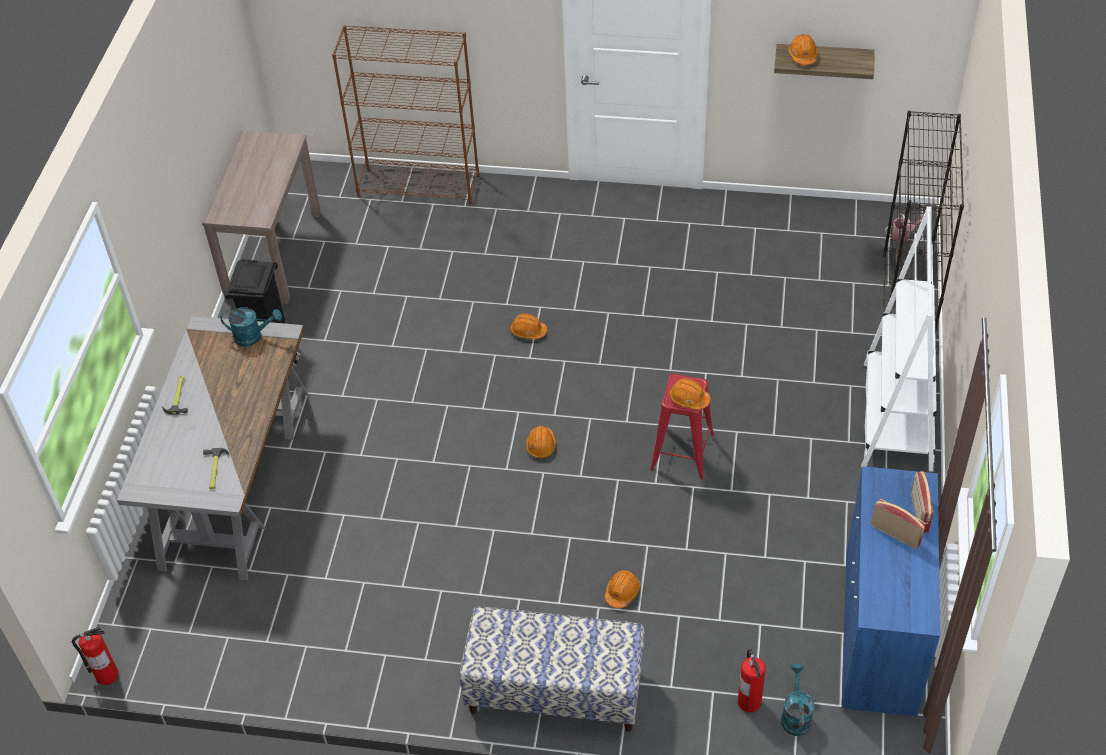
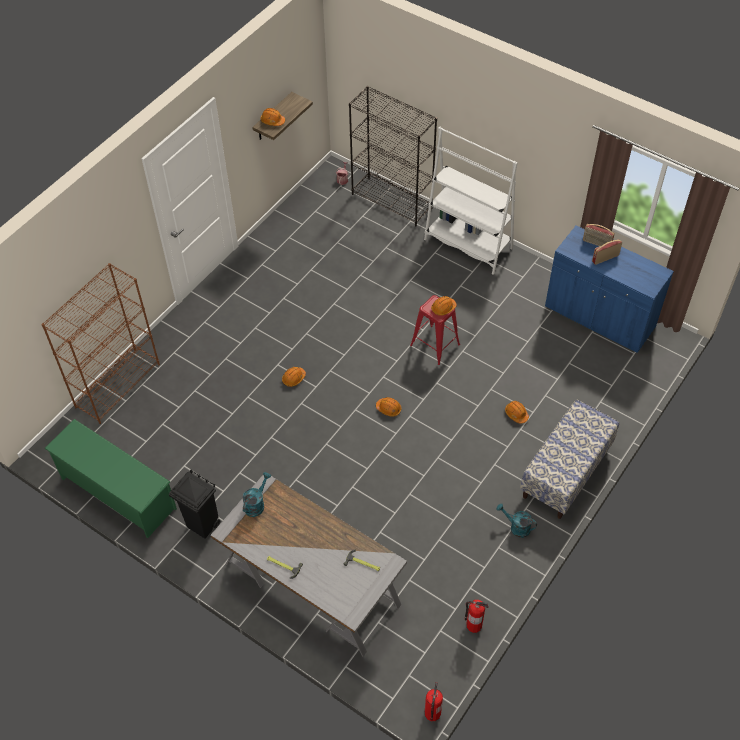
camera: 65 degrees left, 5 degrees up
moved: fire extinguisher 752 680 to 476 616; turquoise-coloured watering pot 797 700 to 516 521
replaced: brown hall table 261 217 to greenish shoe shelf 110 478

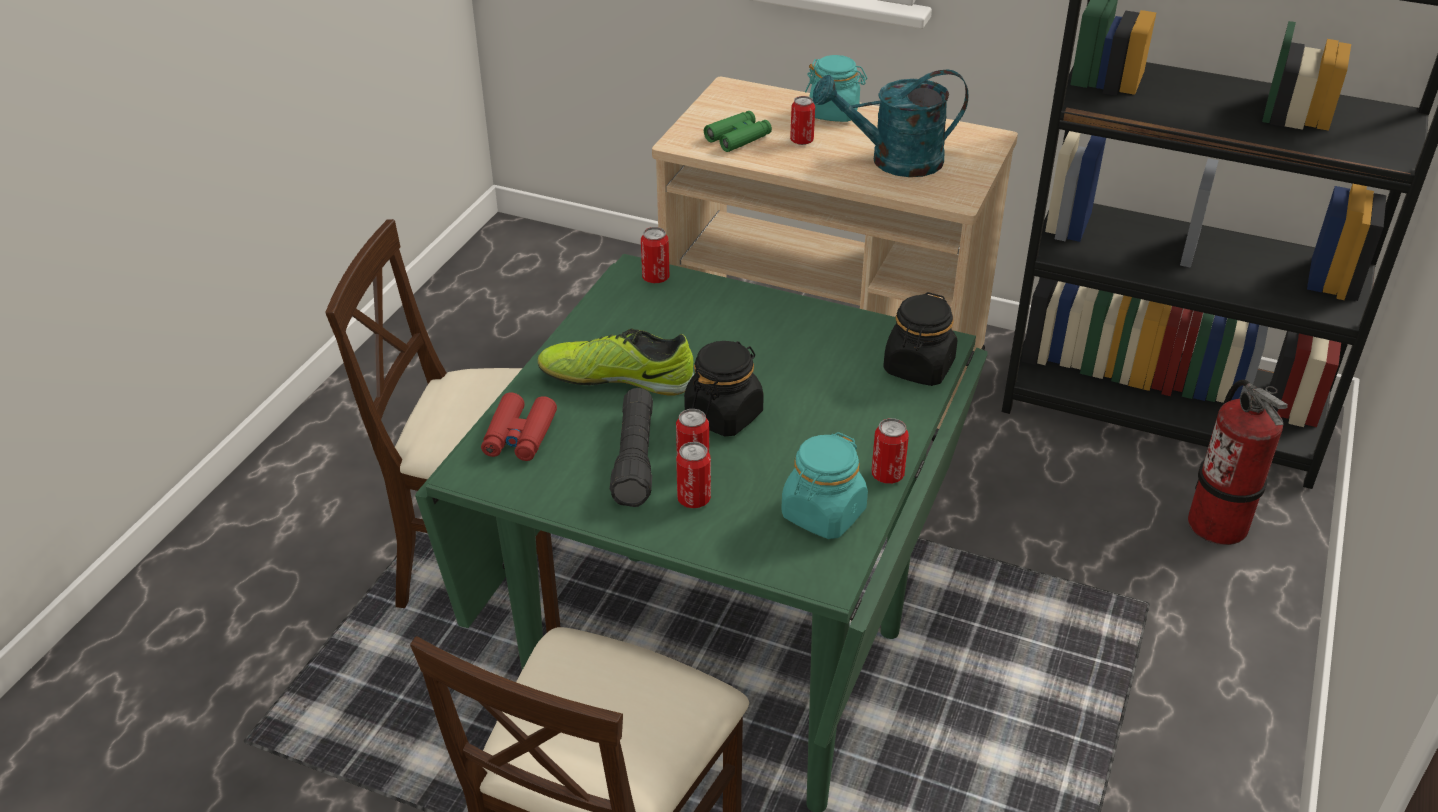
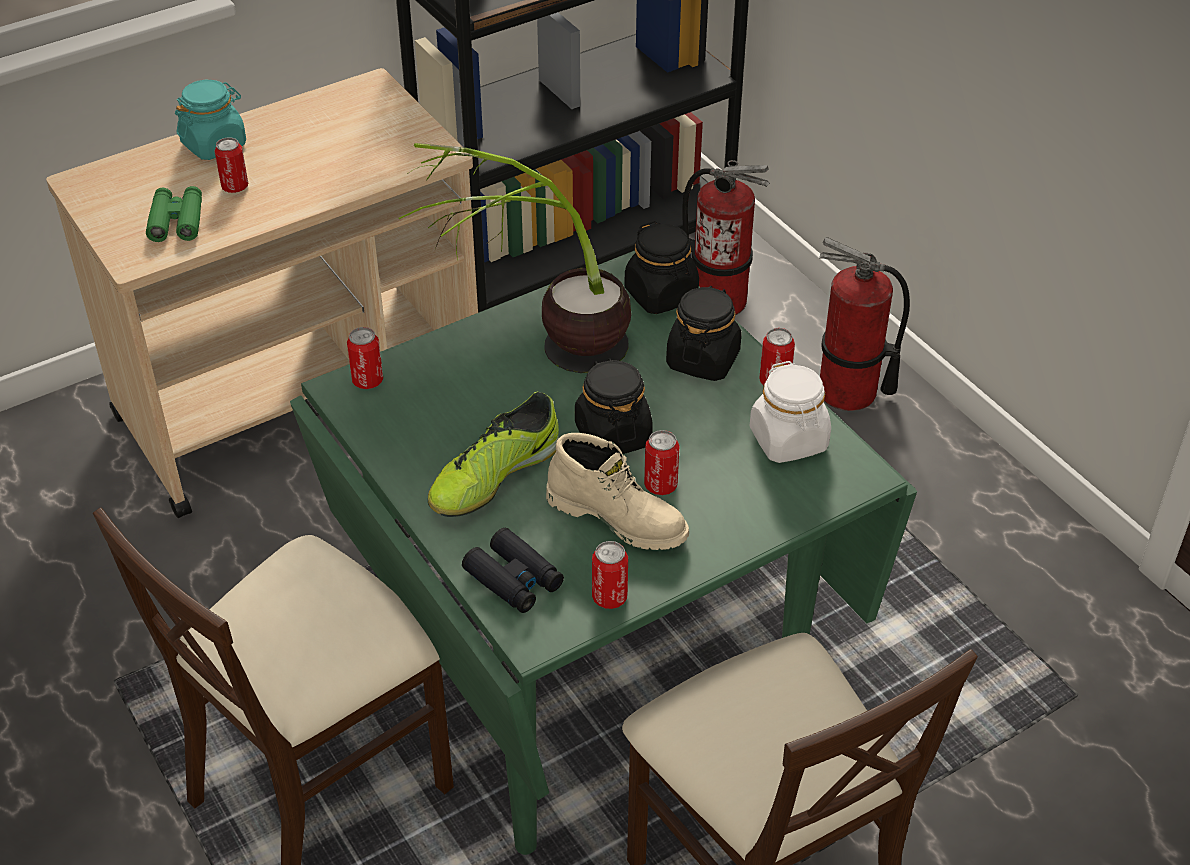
camera: 55 degrees left, 5 degrees up
removed: turquoise-coloured watering pot 891 123
added: potted plant 515 258; fire extinguisher 864 324; black jar 703 333
moved: can 693 475 to 610 575
replaced: black hand torch 631 447 to sand-coloured tall boot 617 491
recoloured: red-coloured pair of binoculars 519 427 to black pair of binoculars 513 570; turquoise-coloured jar 824 485 to white jar 790 412

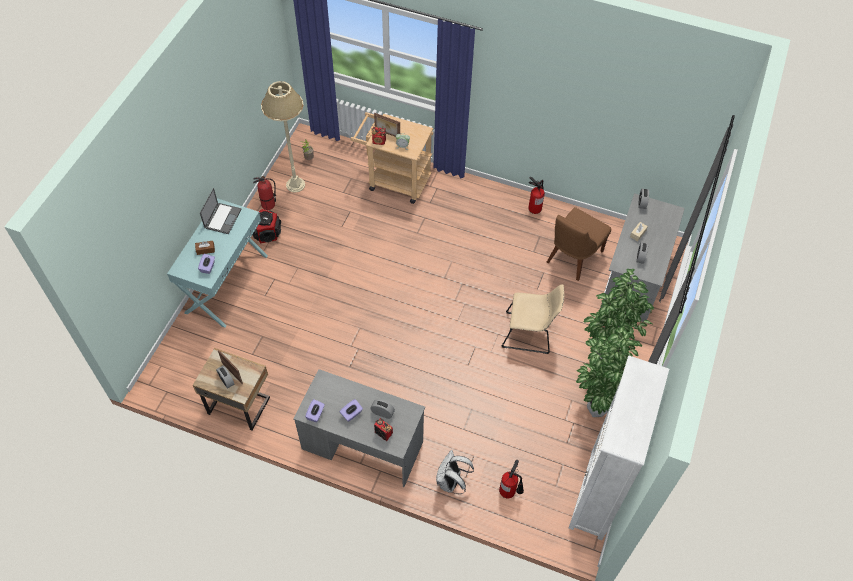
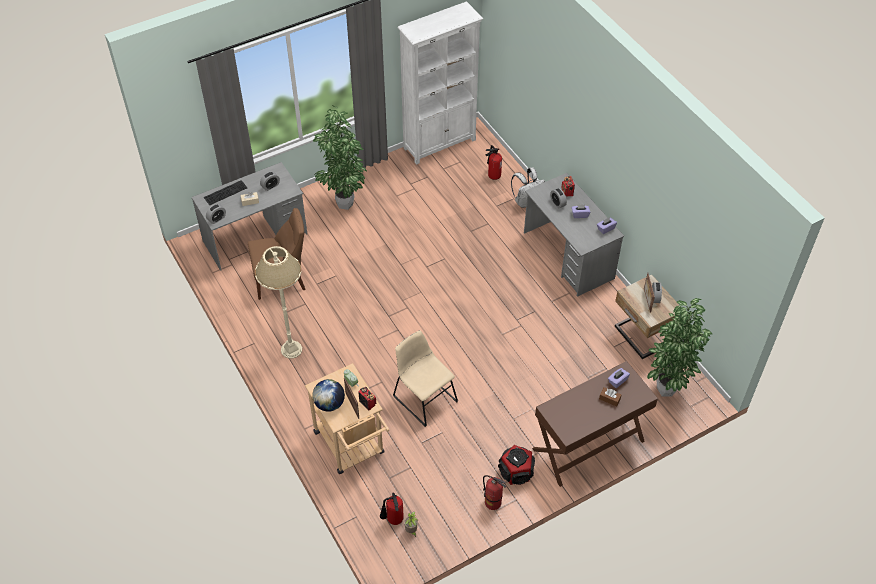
camera: 140 degrees left, 5 degrees down
removed: notebook computer 220 211
added: keyboard 225 192; world globe 328 395
moved: sand-coloured standard lamp 283 137 to 278 302; fire extinguisher 536 195 to 392 508; sand-coloured upright chair 532 319 to 425 378; potted plant 607 371 to 679 347
recoloured: turquoise-coloured hall table 217 263 to brown hall table 595 424

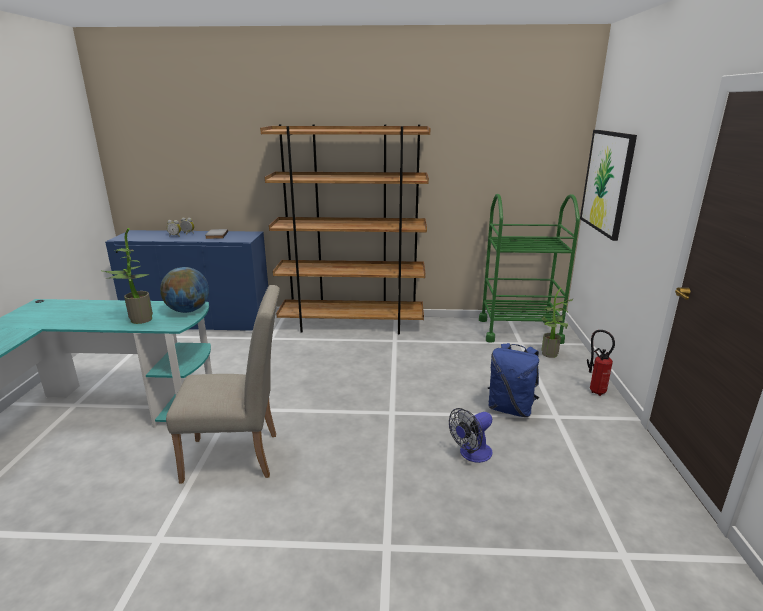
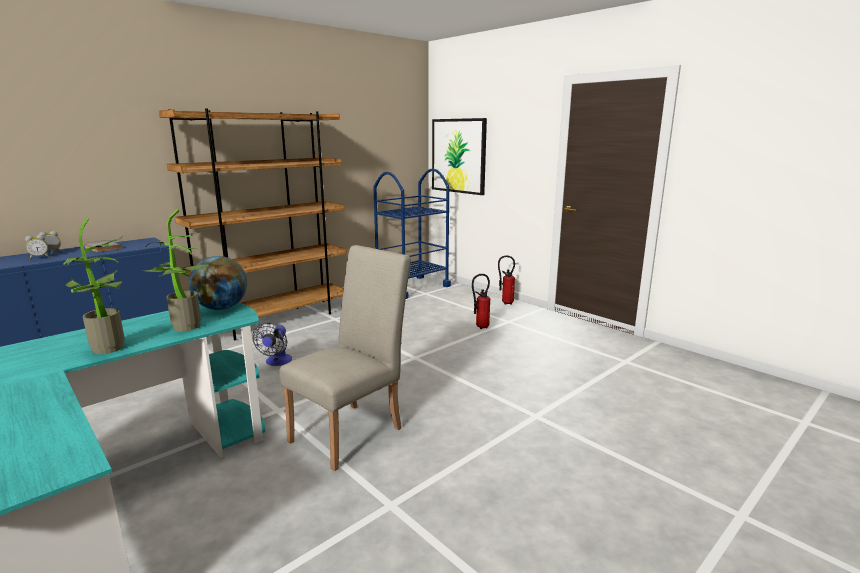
camera: 45 degrees left, 5 degrees down
moved: potted plant 557 323 to 94 285; electric fan 471 435 to 272 344
replaced: blue-coloured rucksack 513 380 to fire extinguisher 481 301
recoloured: greenish trolley 529 269 to blue-coloured trolley 412 233

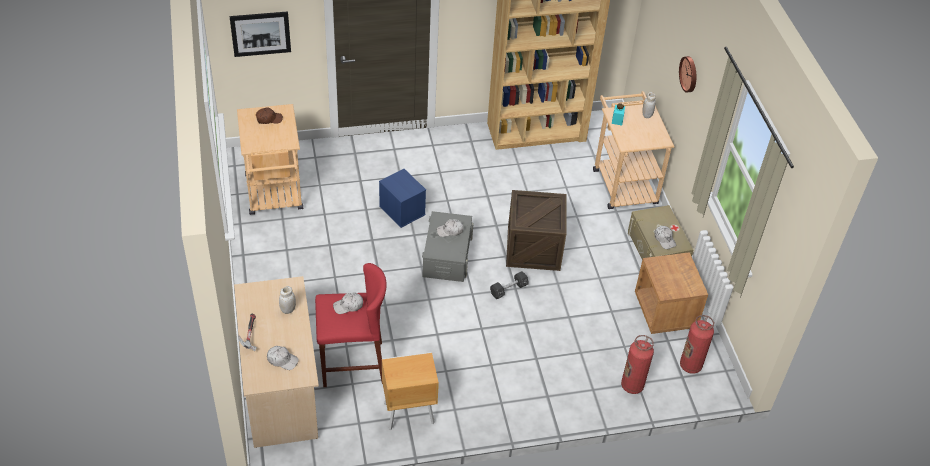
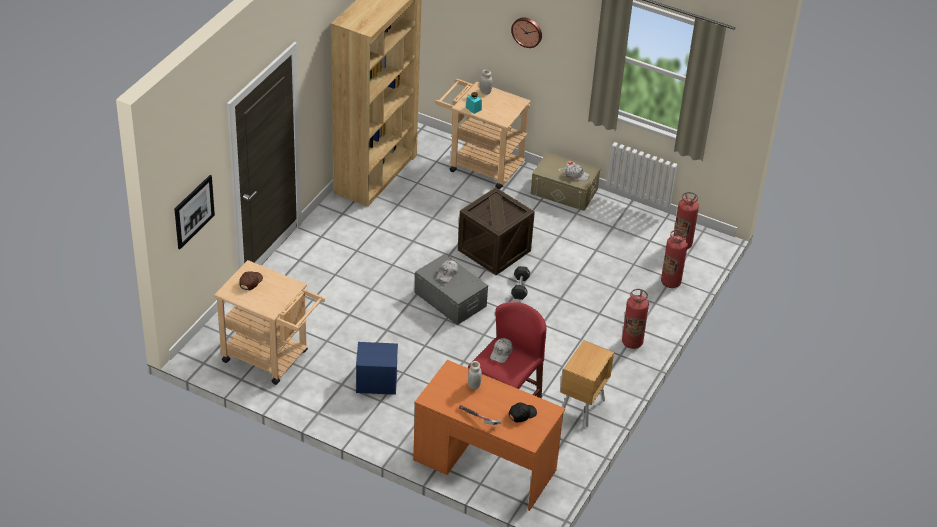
camera: 50 degrees left, 5 degrees down
removed: brown nightstand 671 293
added: fire extinguisher 635 319
moved: blue-coloured storage bin 402 198 to 377 368
recoloured: sand-coloured desk 276 362 to orangey desk 489 435; white cap 283 358 to black cap 523 412

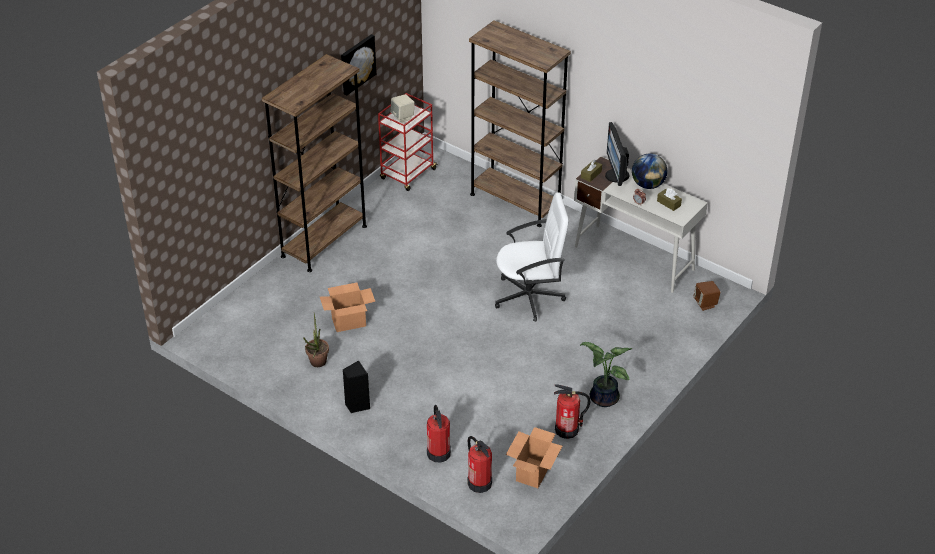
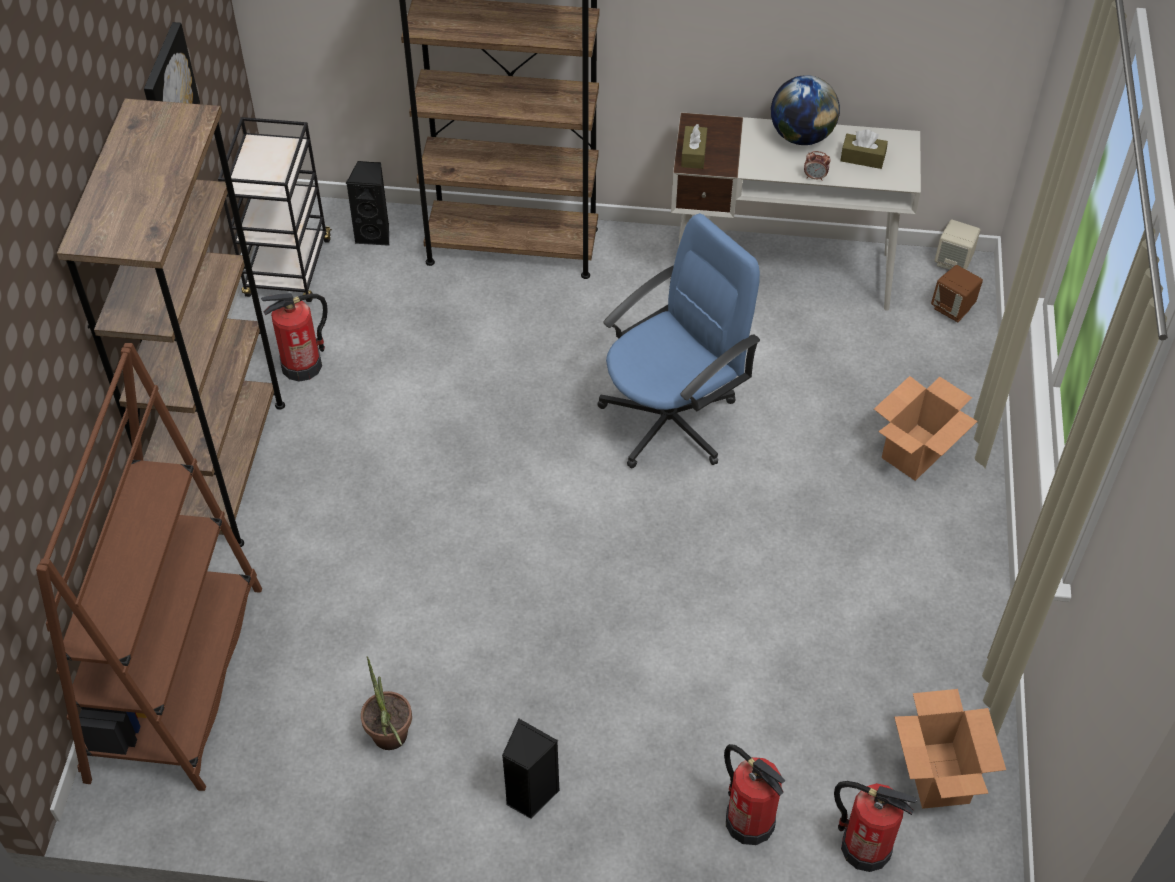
camera: 30 degrees left, 10 degrees up
removed: computer screen 617 154; potted plant 606 374
added: black speaker 367 203; brown shelving unit 149 567
moved: sand-coloured speaker 403 108 to 957 244; carton 347 307 to 925 428; fire extinguisher 572 411 to 294 337
recoloured: red-coloured trolley 408 142 to black trolley 275 209; white office chair 532 256 to blue-coloured office chair 679 340

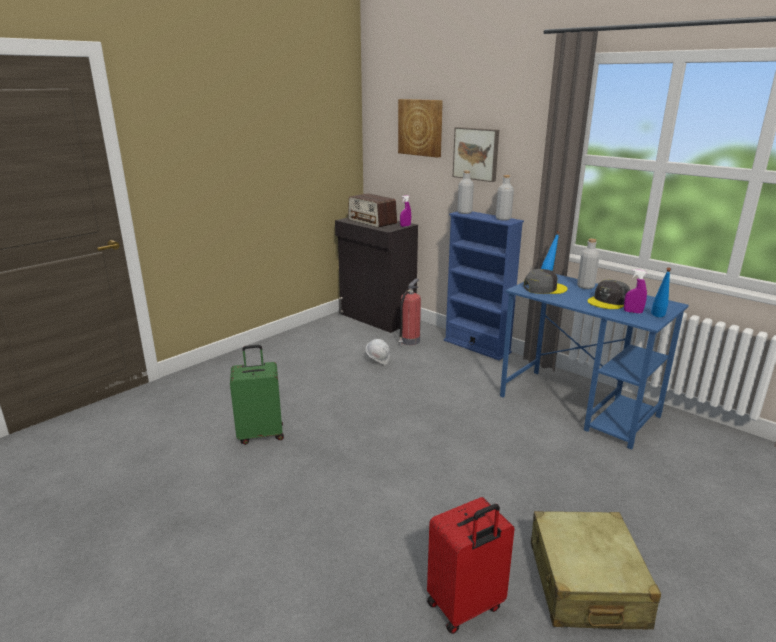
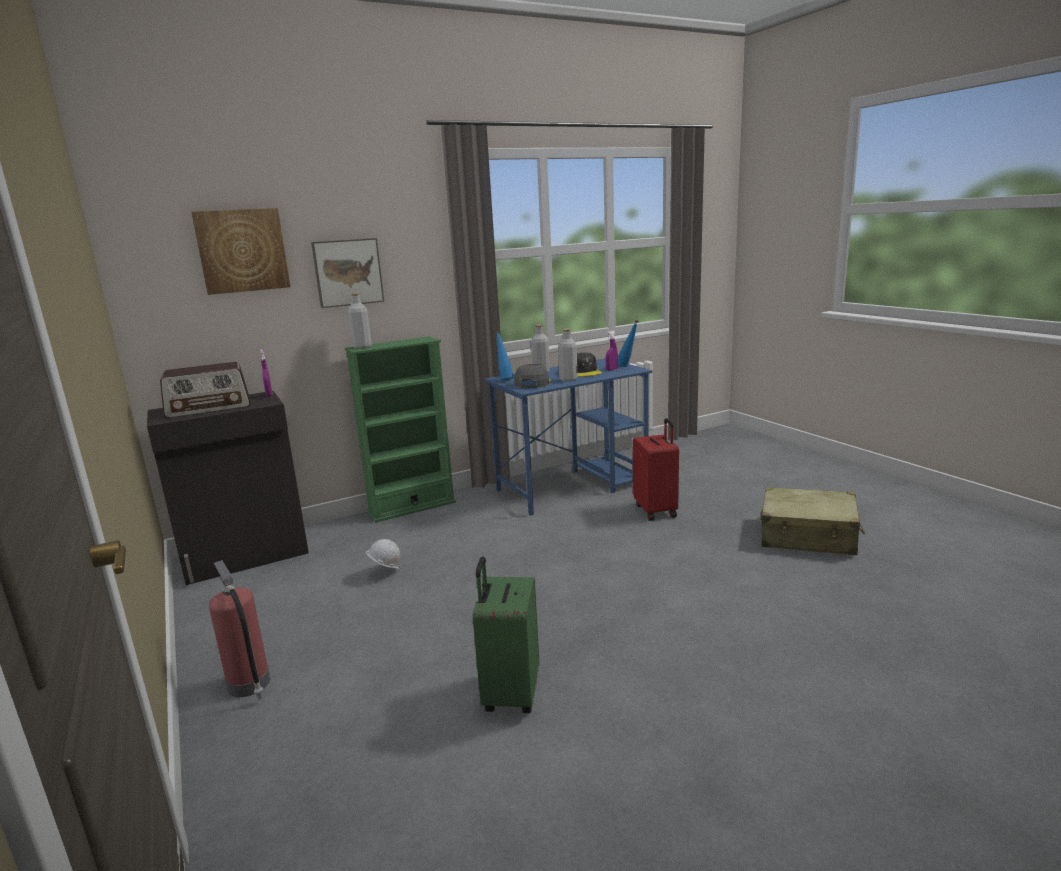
camera: 70 degrees left, 5 degrees down
moved: gray drink bottle 505 198 to 568 355; fire extinguisher 410 312 to 240 629; red-coloured travel case 471 565 to 656 469
recoloured: blue-coloured shelving unit 484 285 to greenish shelving unit 400 429

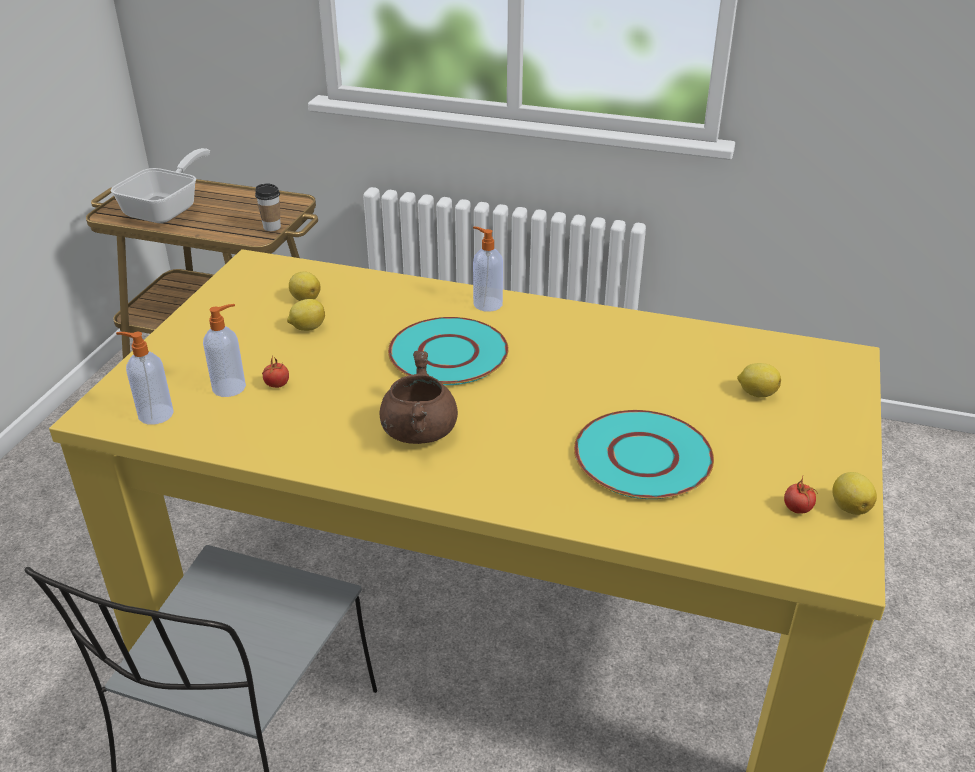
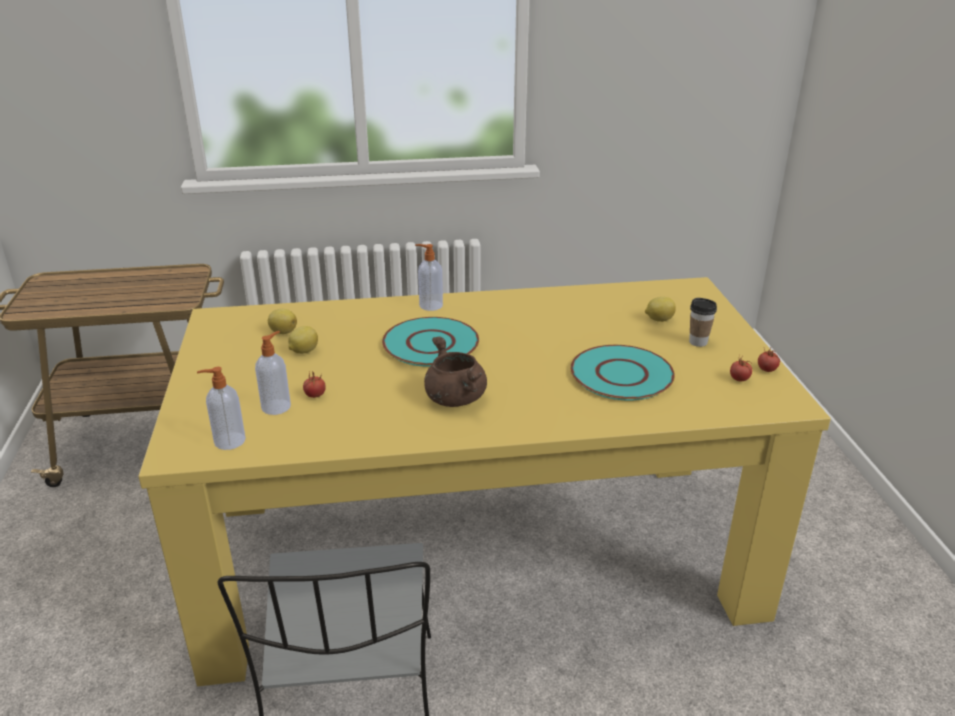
camera: 25 degrees left, 5 degrees down
removed: pan 160 186
moved: drinking cup 268 207 to 703 322
replaced: citrus fruit 854 493 to tomato 769 360

